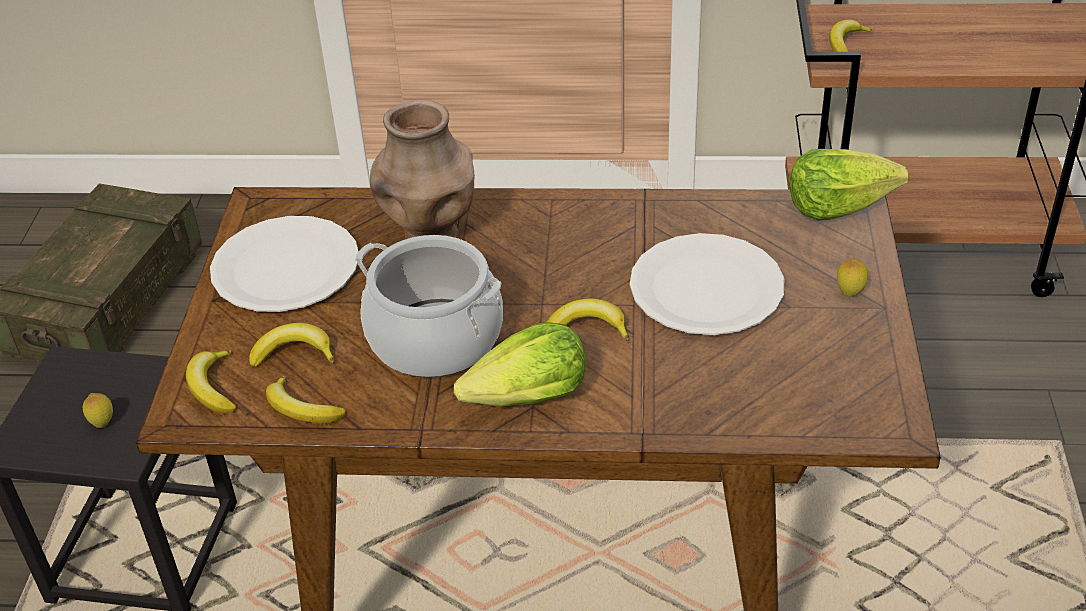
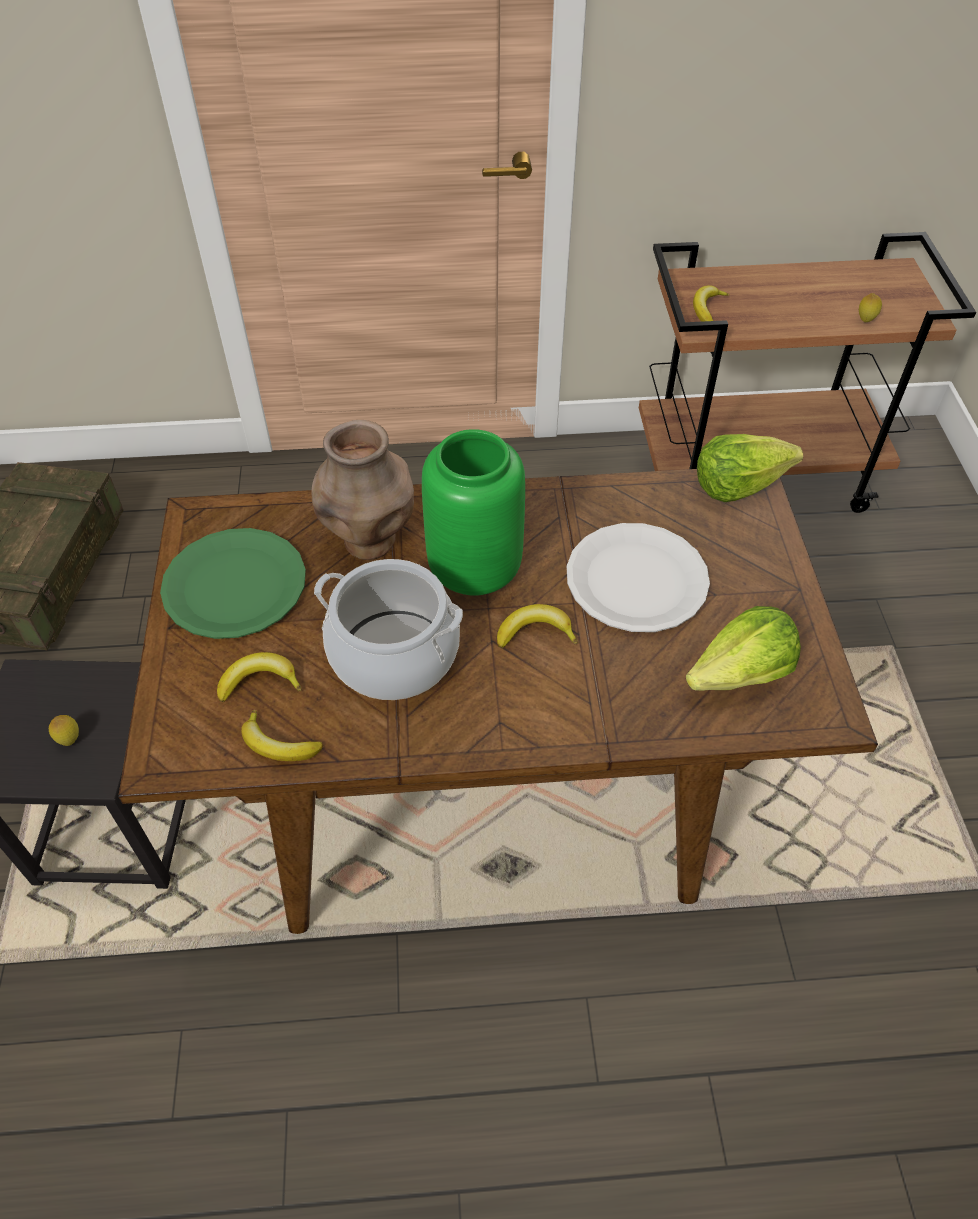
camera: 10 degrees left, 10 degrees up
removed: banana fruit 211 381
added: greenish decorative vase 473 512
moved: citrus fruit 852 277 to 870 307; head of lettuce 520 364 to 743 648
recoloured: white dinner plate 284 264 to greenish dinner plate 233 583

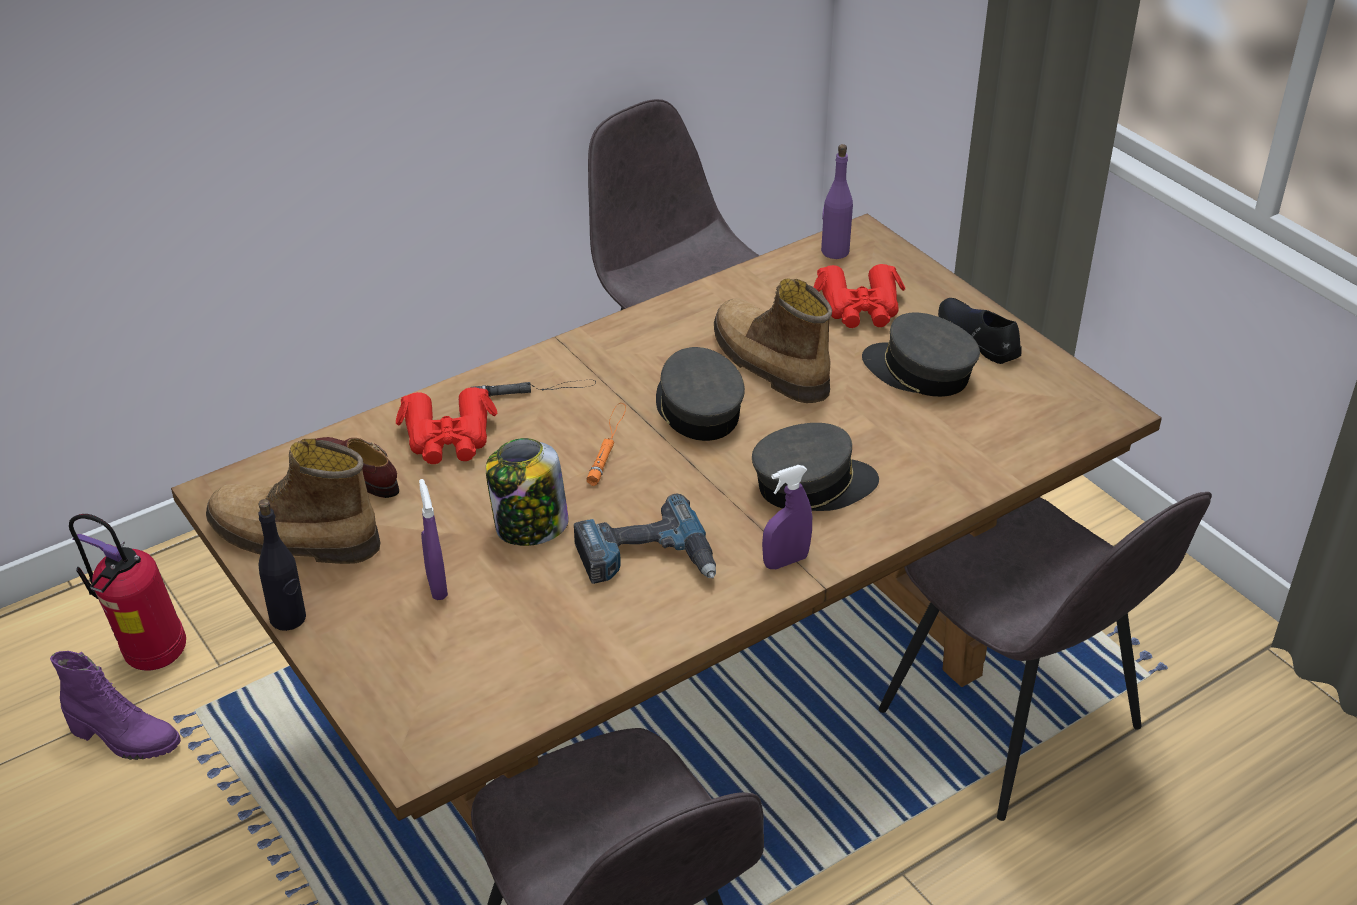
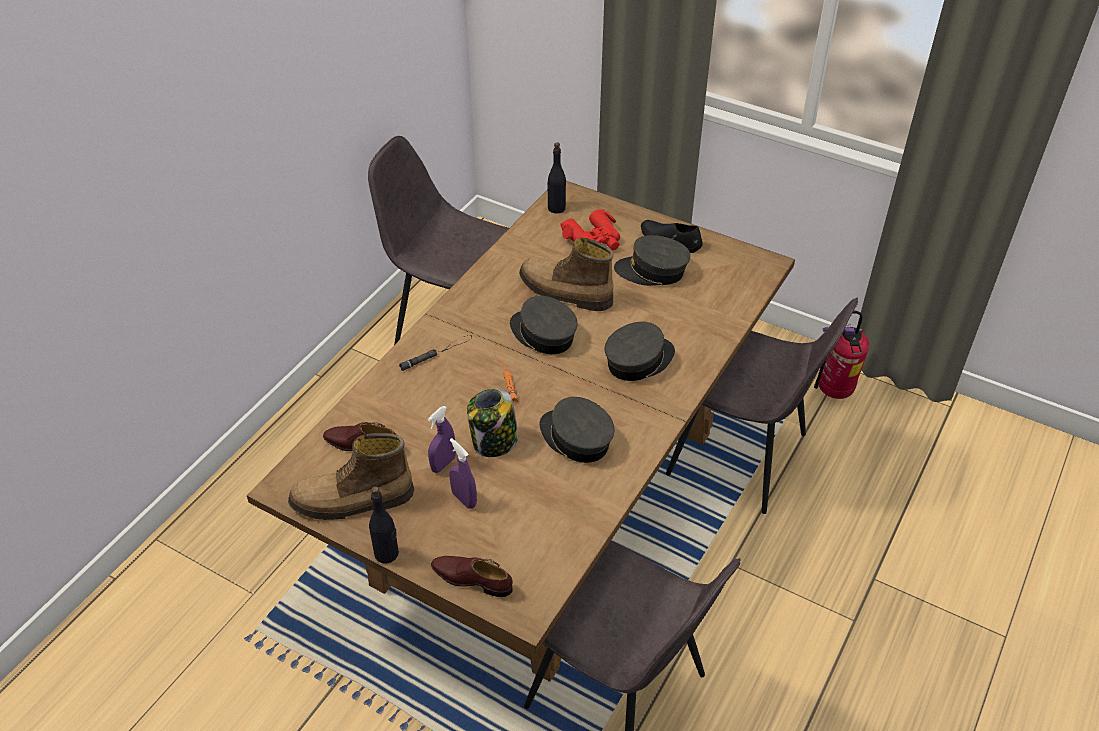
camera: 25 degrees left, 5 degrees up
removed: red-coloured pair of binoculars 447 425; purple tall boot 115 705
added: brown low shoe 472 576
moved: purple hand sprayer 787 517 to 442 439; fire extinguisher 127 592 to 841 354
replaced: electric drill 645 539 to gray cap 577 430
recoloured: purple drink bottle 837 201 to black drink bottle 556 178

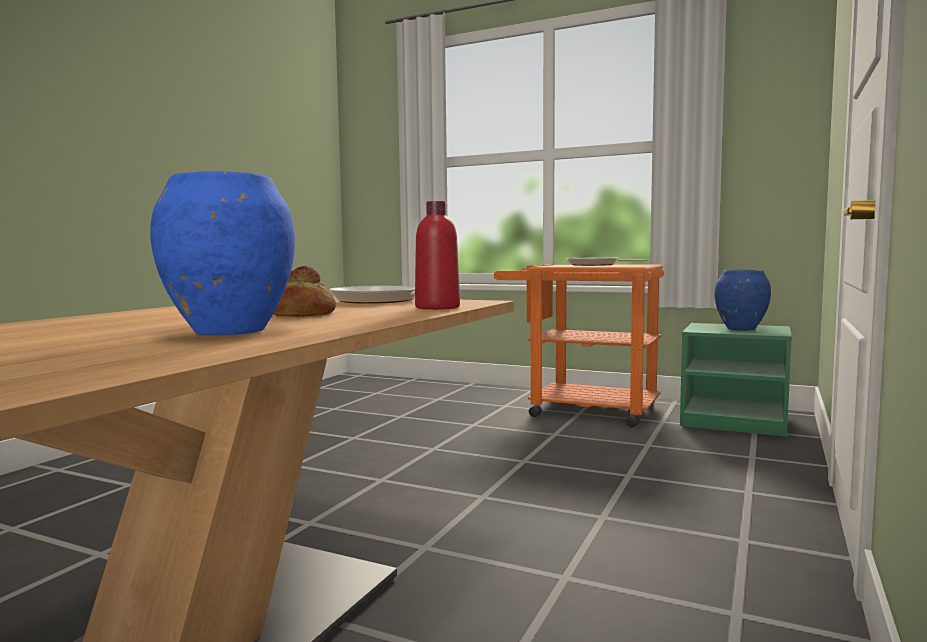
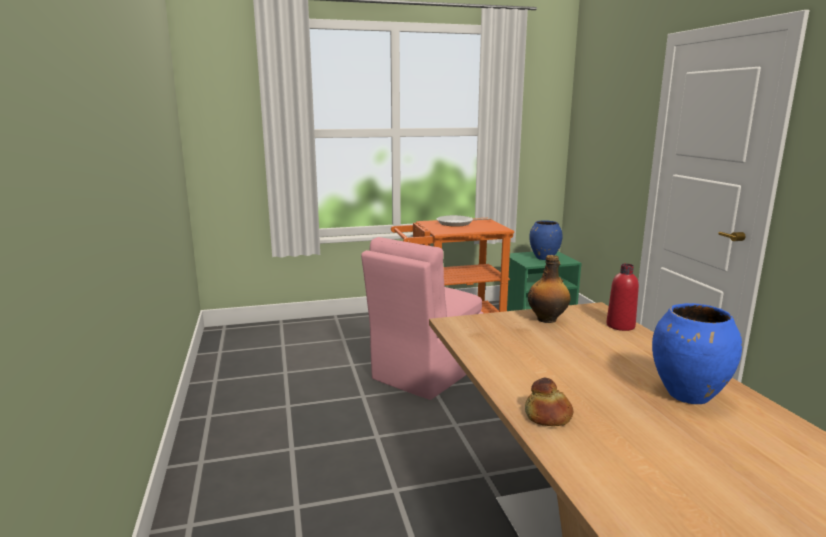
camera: 40 degrees left, 10 degrees up
added: pink-coloured upright chair 422 318
moved: baked bread 305 291 to 549 402
replaced: pan 395 294 to drink bottle 549 289

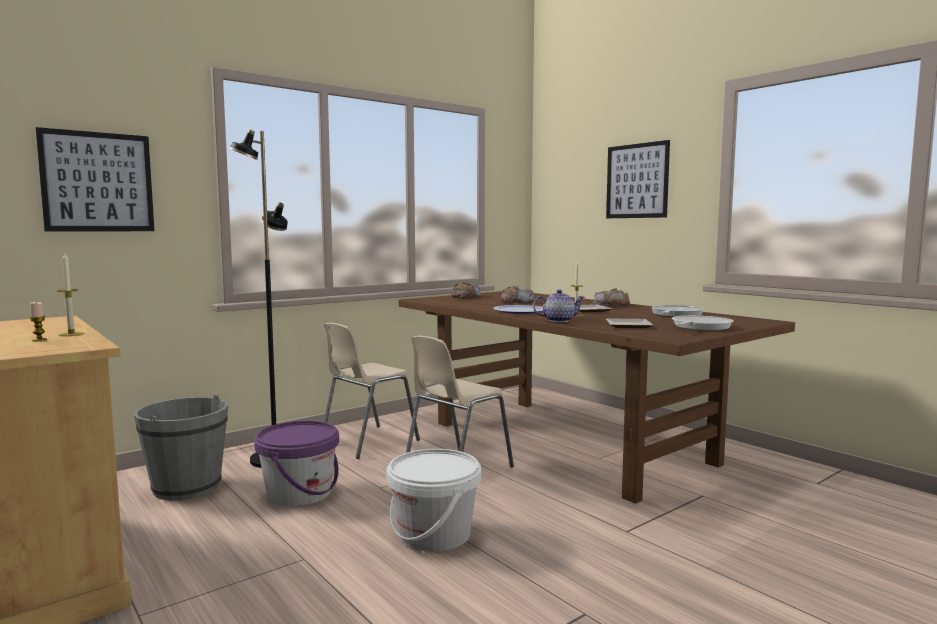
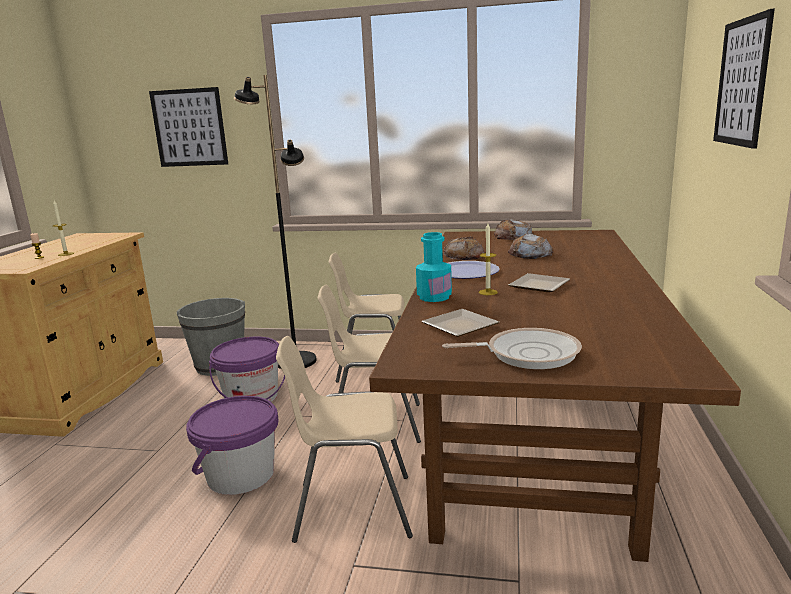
camera: 50 degrees right, 10 degrees up
removed: pan 677 311
added: sand-coloured upright chair 344 439
moved: baked bread 611 297 to 463 248
replaced: teapot 559 306 to turquoise-coloured drink bottle 434 267
recoloured: white pail 434 500 to purple pail 232 445

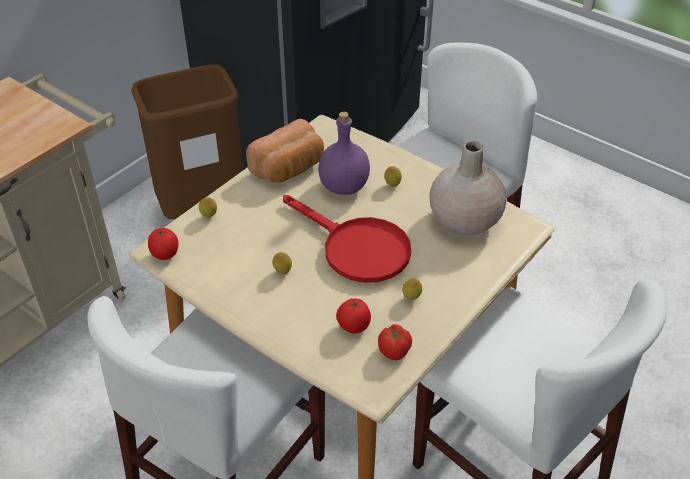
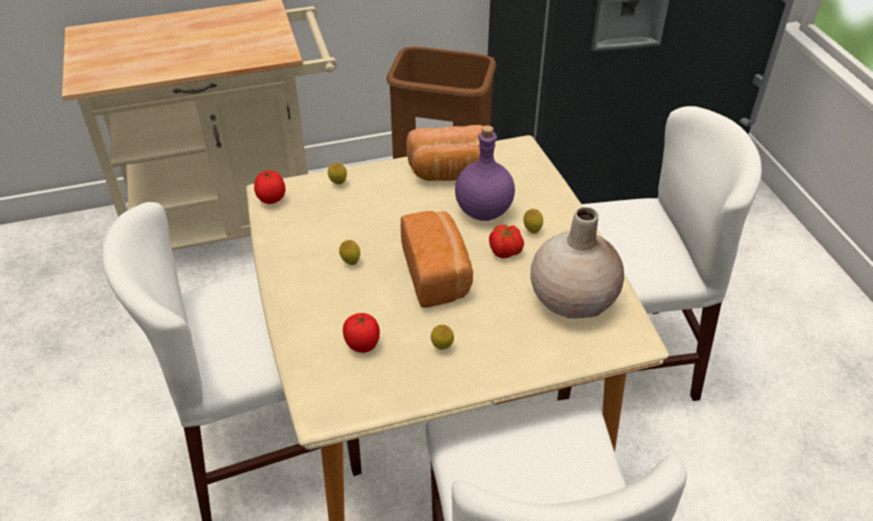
camera: 35 degrees right, 0 degrees up
moved: tomato 395 342 to 506 241
replaced: red-coloured pan 347 239 to baked bread 437 259

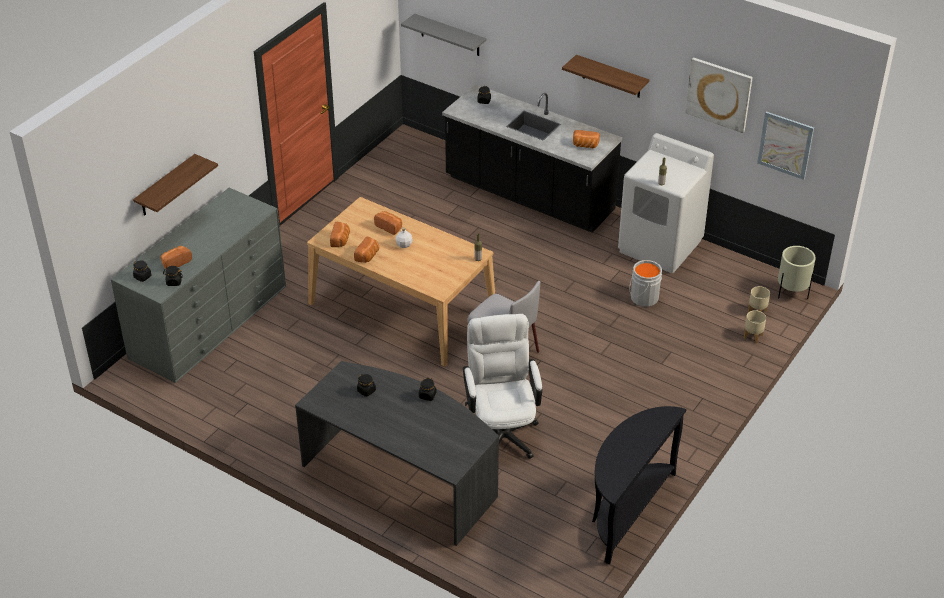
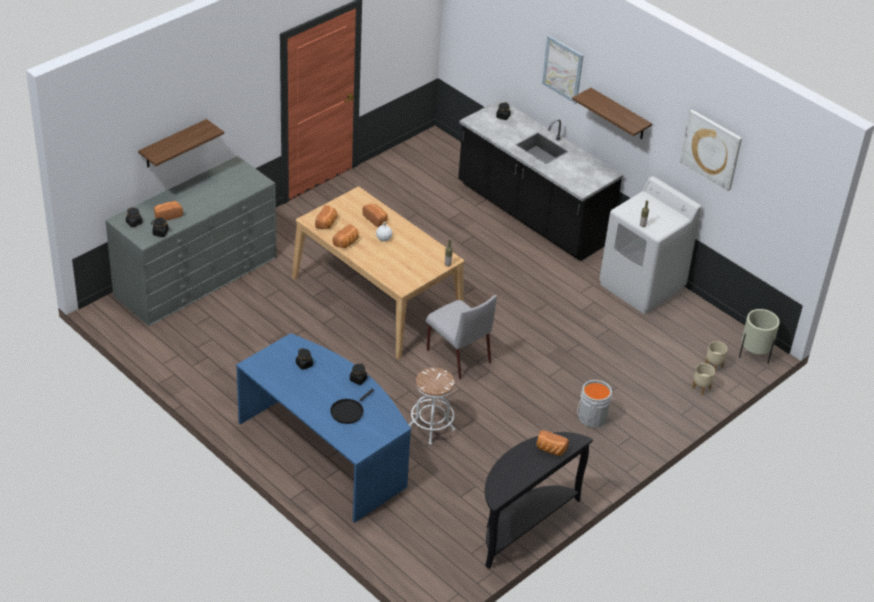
camera: 10 degrees right, 0 degrees up
removed: gray bracket shelf 443 35
added: black pan 352 406
moved: picture 785 145 to 562 69; baked bread 586 139 to 553 443; gray pail 645 283 to 594 404
replaced: white office chair 502 386 to white sitting stool 431 406
recoloured: gray desk 397 453 to blue-coloured desk 323 428

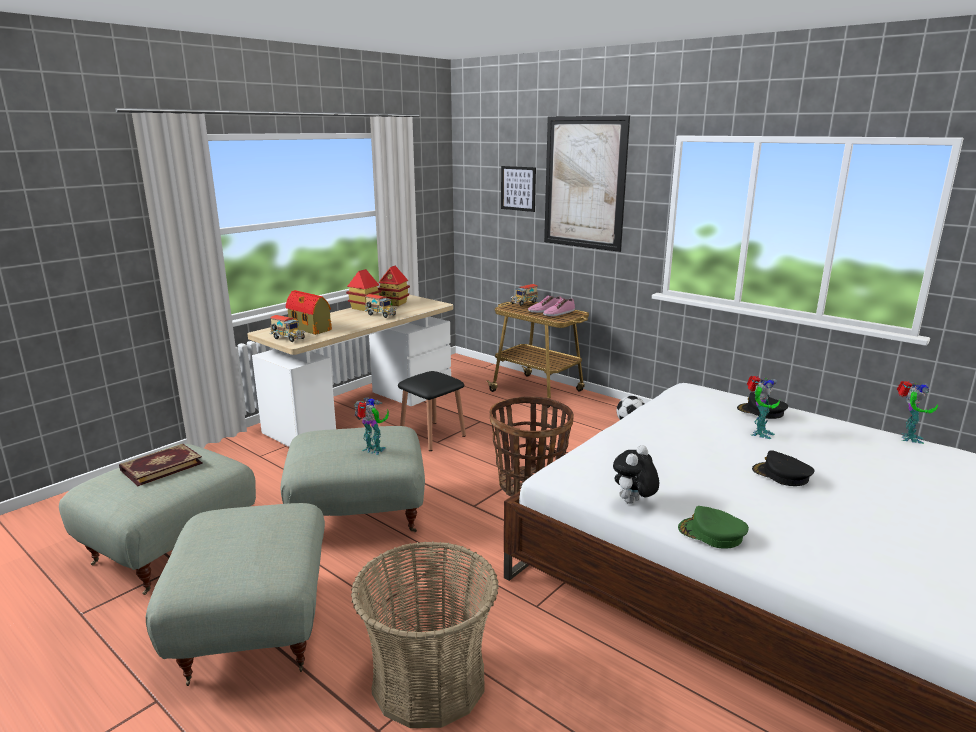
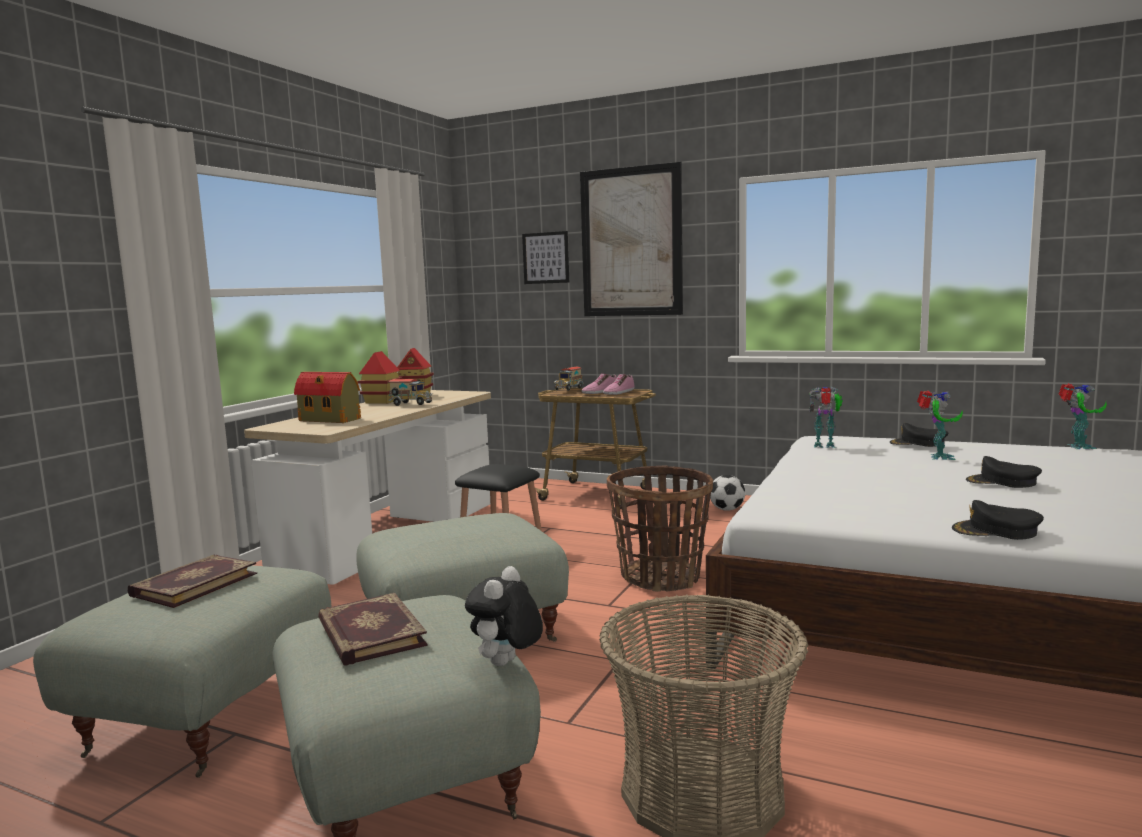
camera: 15 degrees left, 10 degrees down
removed: toy lorry 287 328
added: bound book 373 629
moved: toy robot 371 426 to 826 417; plush toy 636 474 to 504 616
recoloured: greenish cap 713 527 to black cap 998 520

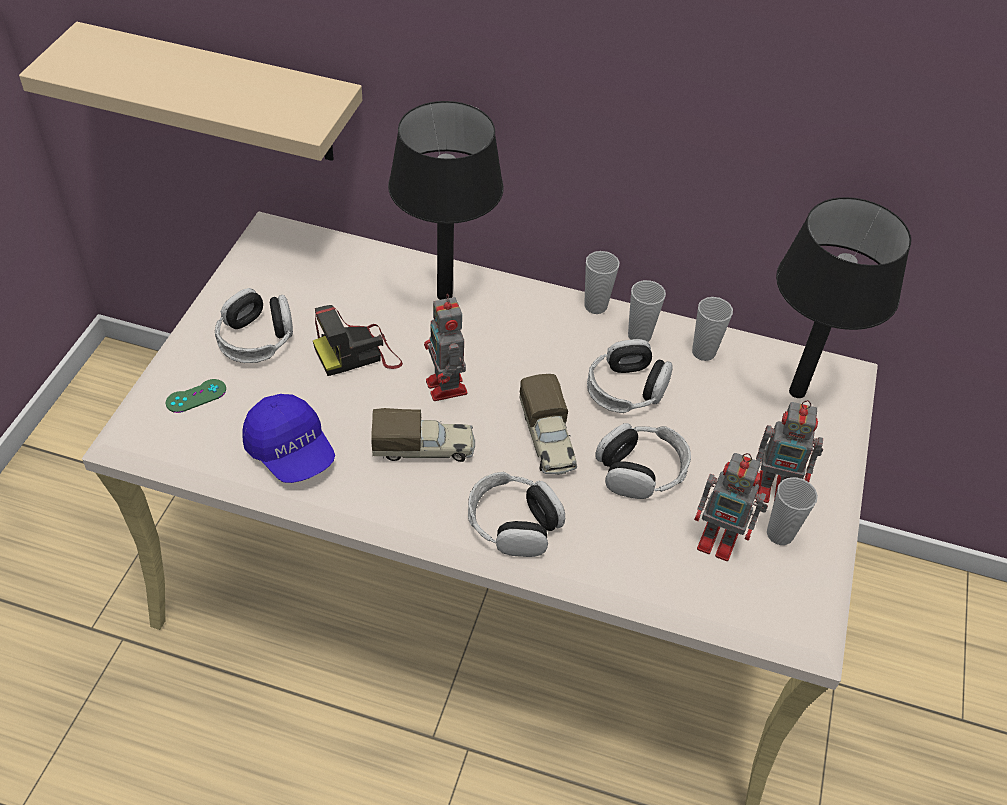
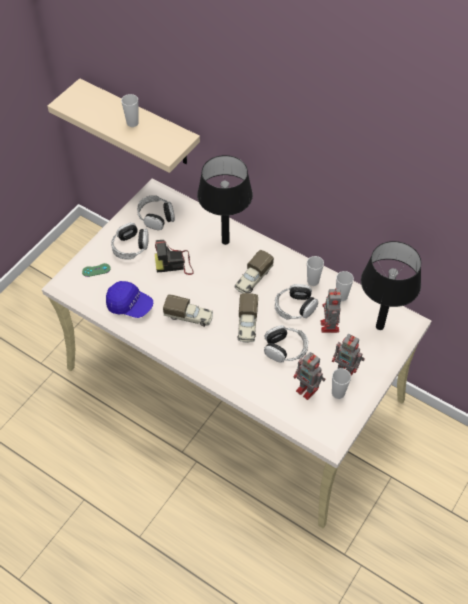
camera: 20 degrees right, 5 degrees up
added: toy lorry 254 271
moved: drinking cup 602 282 to 130 110; toy robot 445 347 to 331 310; headphones 516 514 to 156 212
turned: blue-coloured cap 288 438 = 129 299 45 degrees counterclockwise

